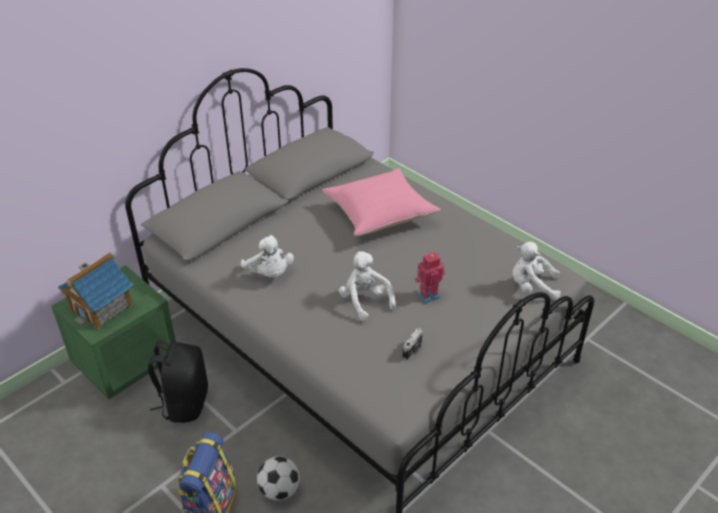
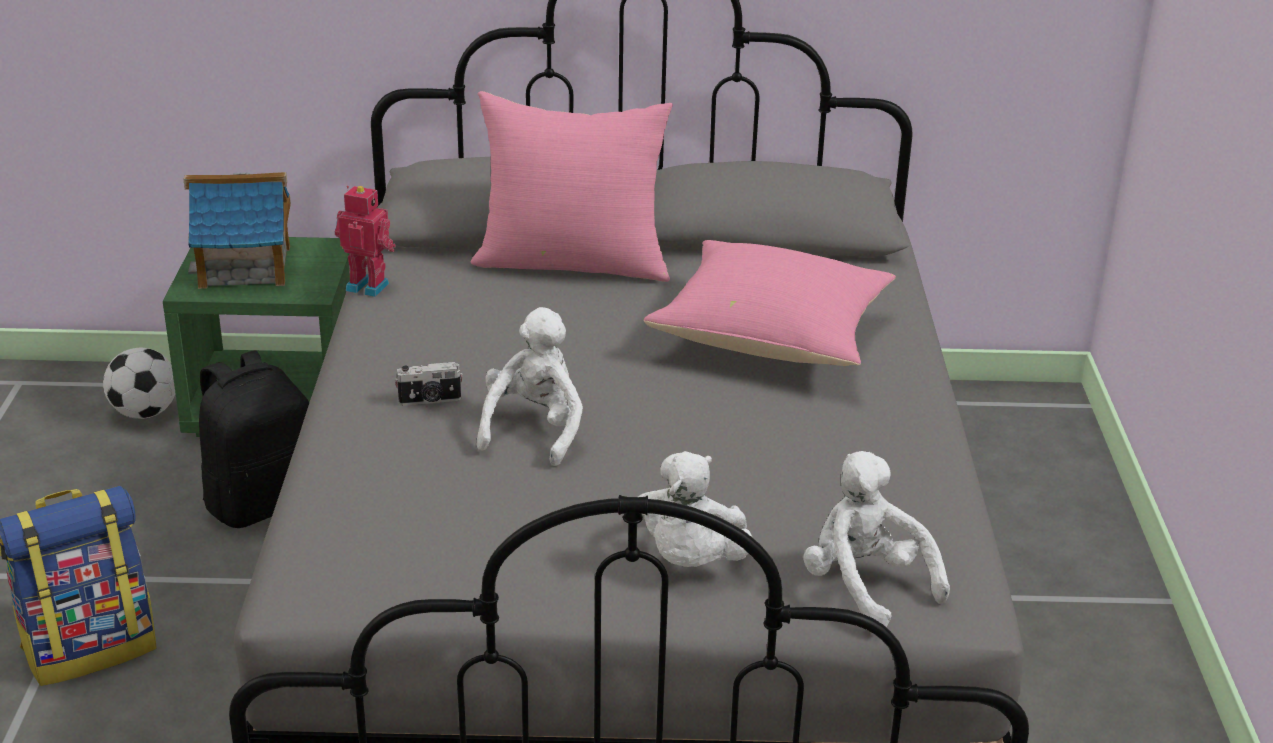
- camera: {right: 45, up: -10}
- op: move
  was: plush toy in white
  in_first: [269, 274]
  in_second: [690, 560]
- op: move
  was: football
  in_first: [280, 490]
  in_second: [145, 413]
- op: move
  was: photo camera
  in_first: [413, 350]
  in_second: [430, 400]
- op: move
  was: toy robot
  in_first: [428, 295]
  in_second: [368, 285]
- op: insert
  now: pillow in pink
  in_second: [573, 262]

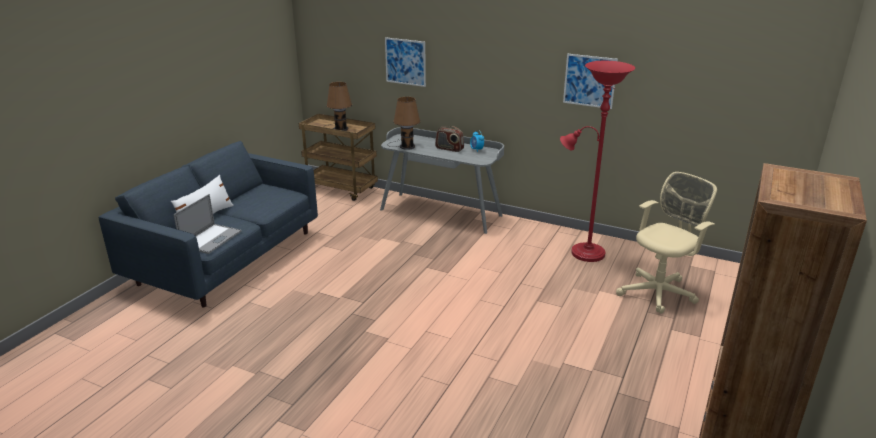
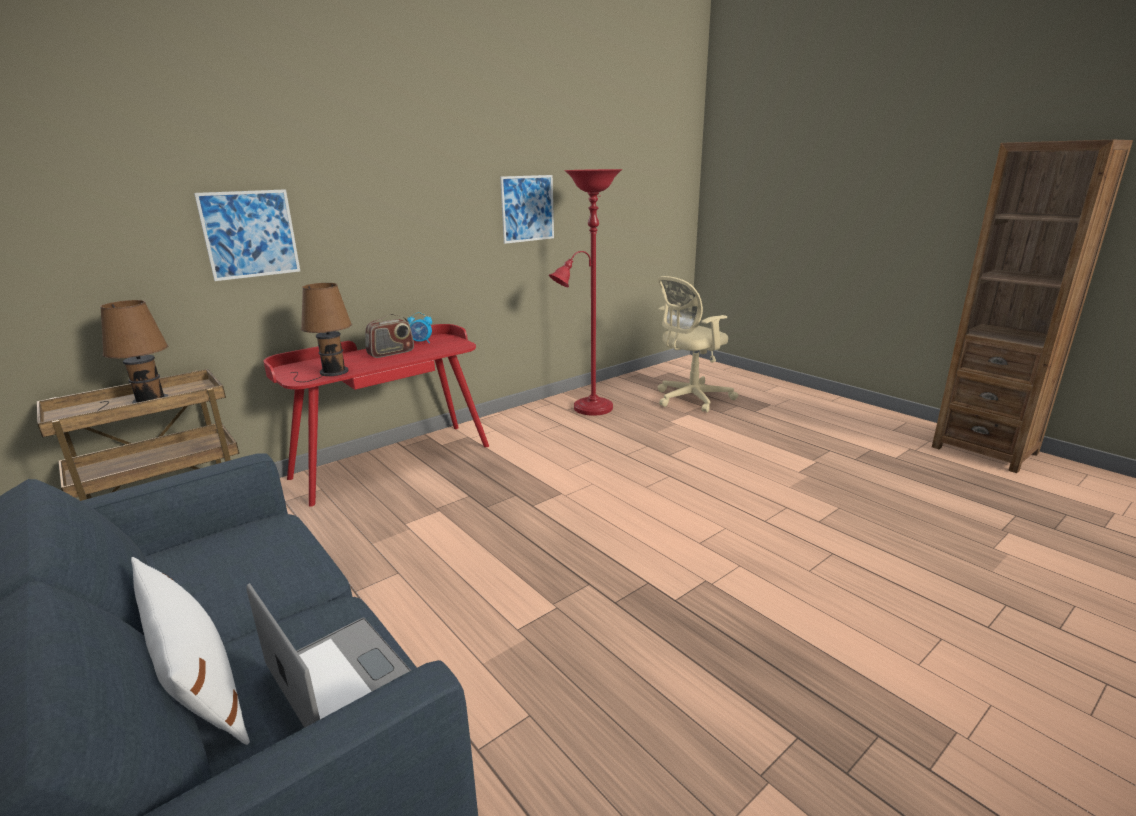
- camera: {right: -65, up: -5}
- op: recolor
  was: desk in grey
  now: desk in red
  in_first: [441, 212]
  in_second: [392, 461]
- op: rotate
  was: office chair in beige
  in_first: [659, 292]
  in_second: [690, 399]
  clockwise: -105

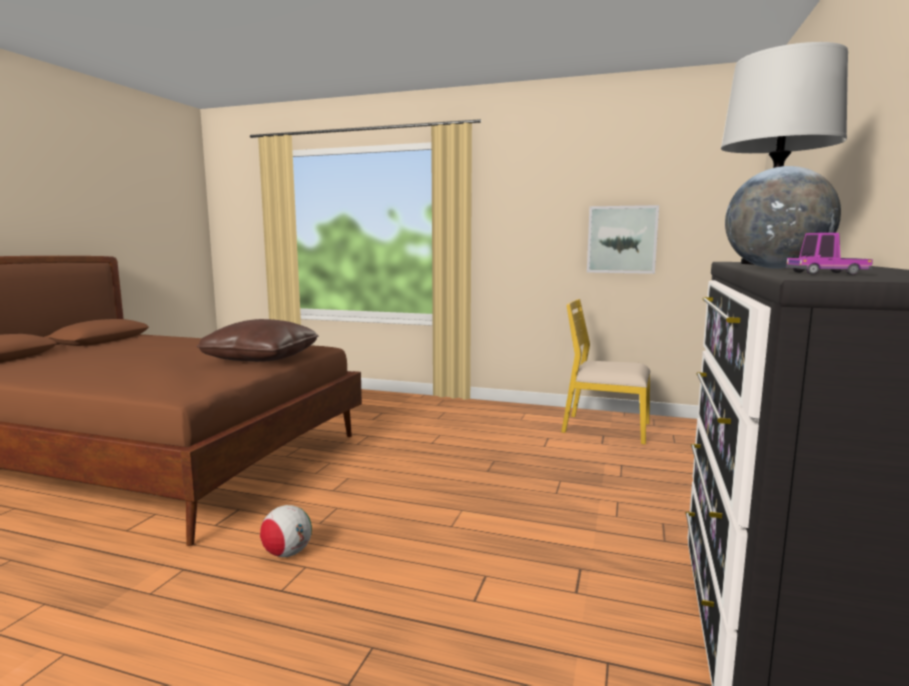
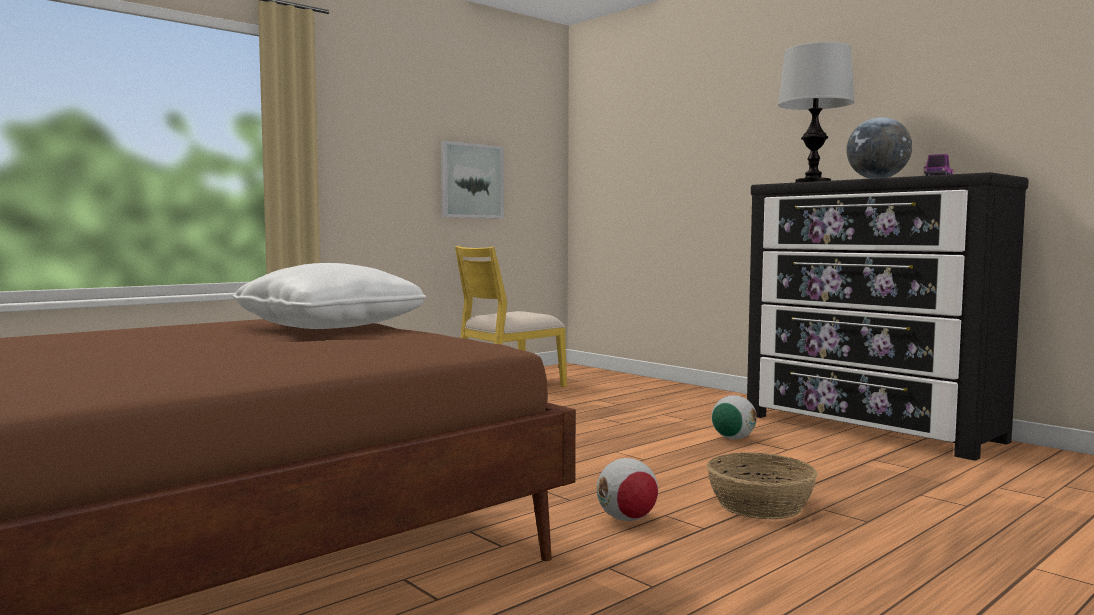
- camera: {right: -60, up: -5}
- op: recolor
  was: pillow in brown
  now: pillow in white
  in_first: [261, 359]
  in_second: [330, 327]
- op: insert
  now: basket
  in_second: [760, 505]
- op: insert
  now: football
  in_second: [733, 438]

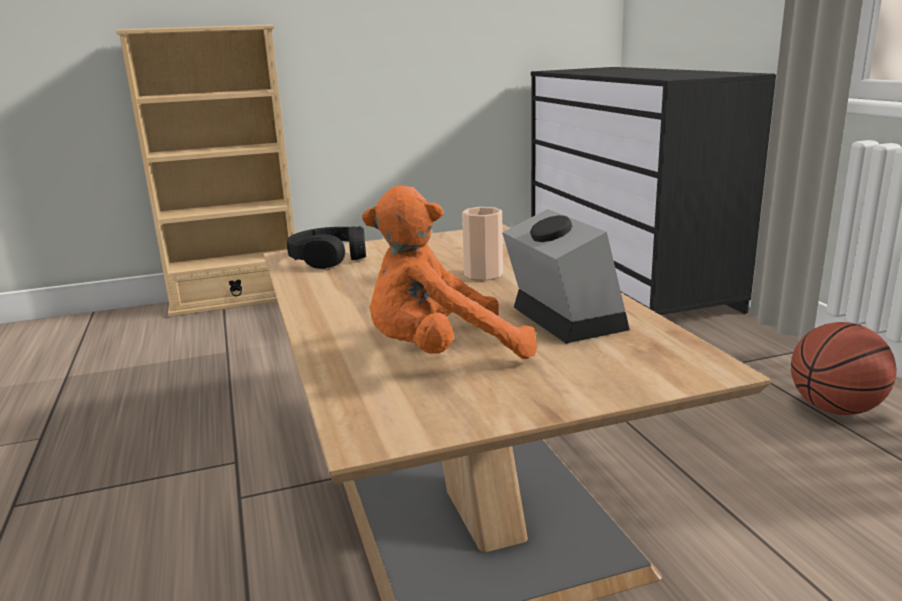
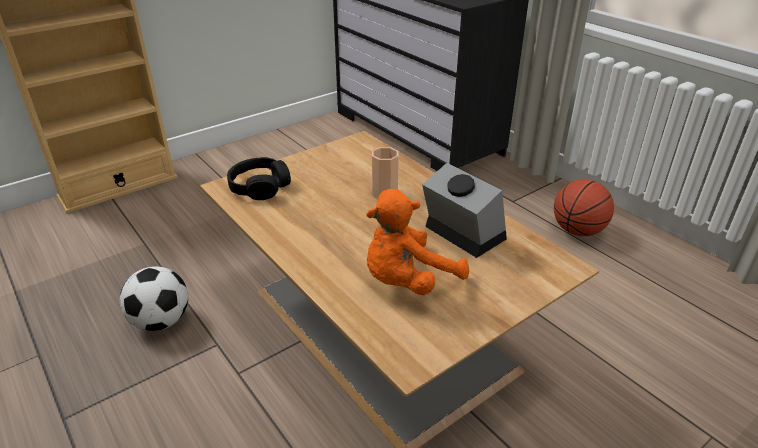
- camera: {right: -20, up: 15}
- op: insert
  now: football
  in_second: [161, 321]

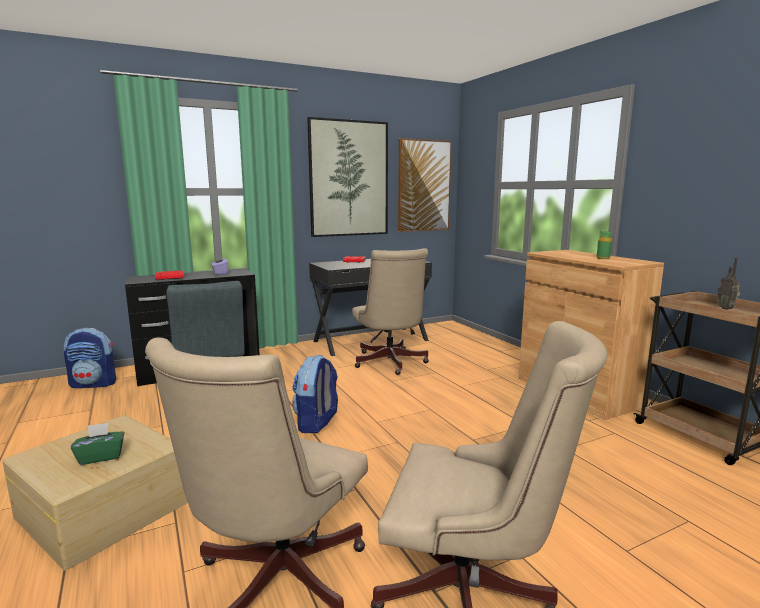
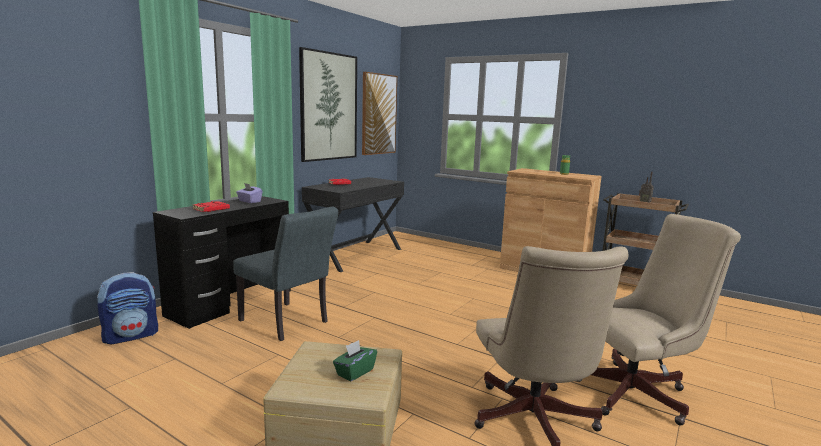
- camera: {right: -30, up: 0}
- op: delete
  was: backpack
  in_first: [316, 423]
- op: delete
  was: office chair in beige
  in_first: [390, 363]

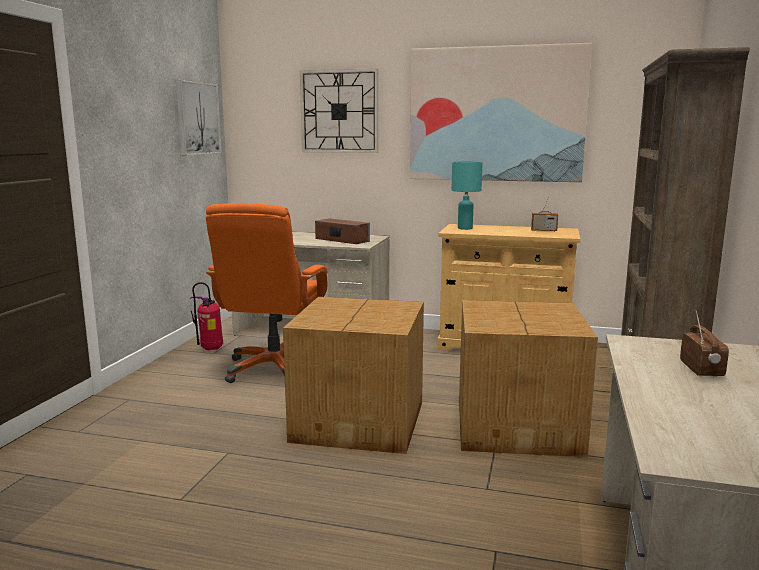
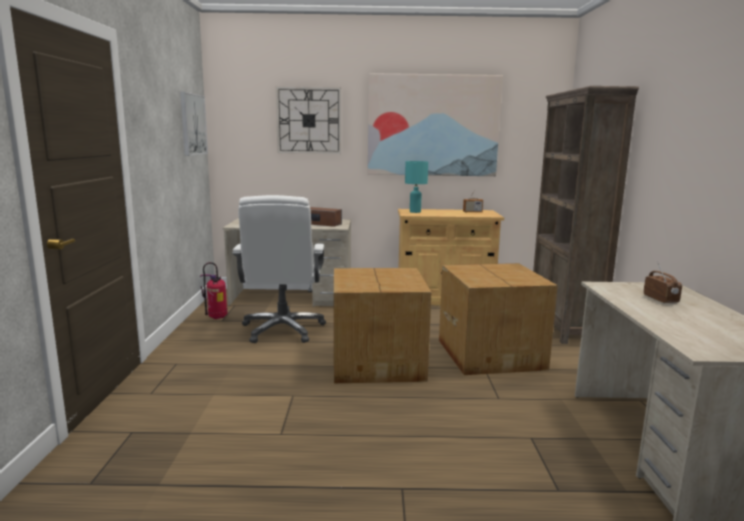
- camera: {right: -15, up: 0}
- op: recolor
  was: office chair in orange
  now: office chair in white
  in_first: [274, 369]
  in_second: [283, 329]

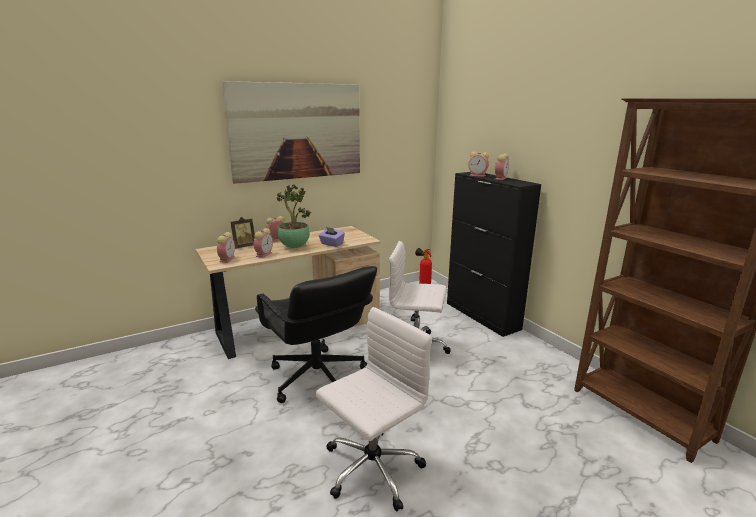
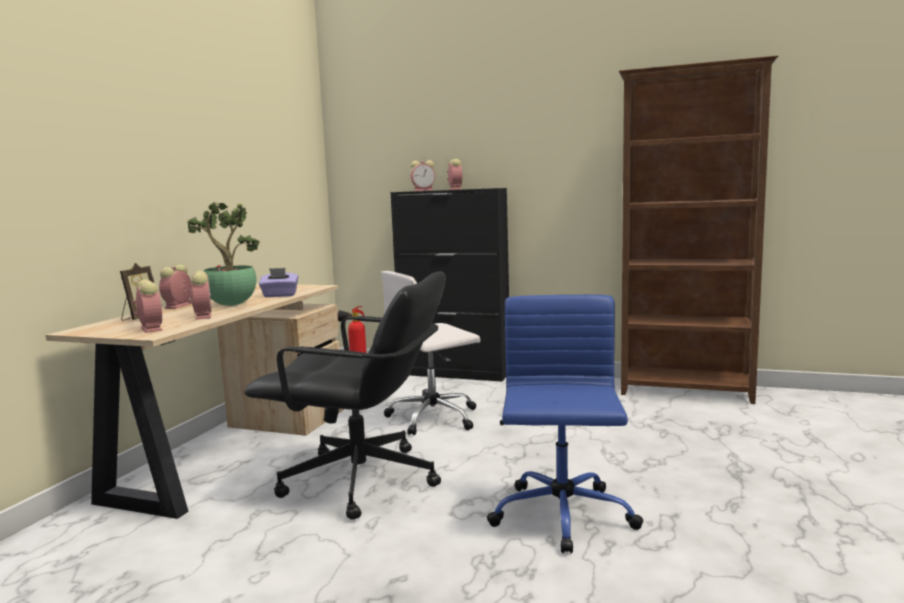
- camera: {right: -40, up: -10}
- op: delete
  was: picture
  in_first: [297, 131]
- op: recolor
  was: office chair in white
  now: office chair in blue
  in_first: [371, 469]
  in_second: [562, 517]

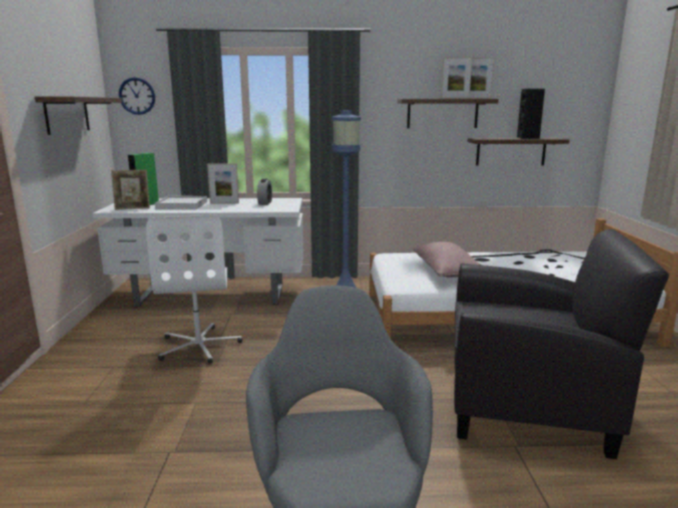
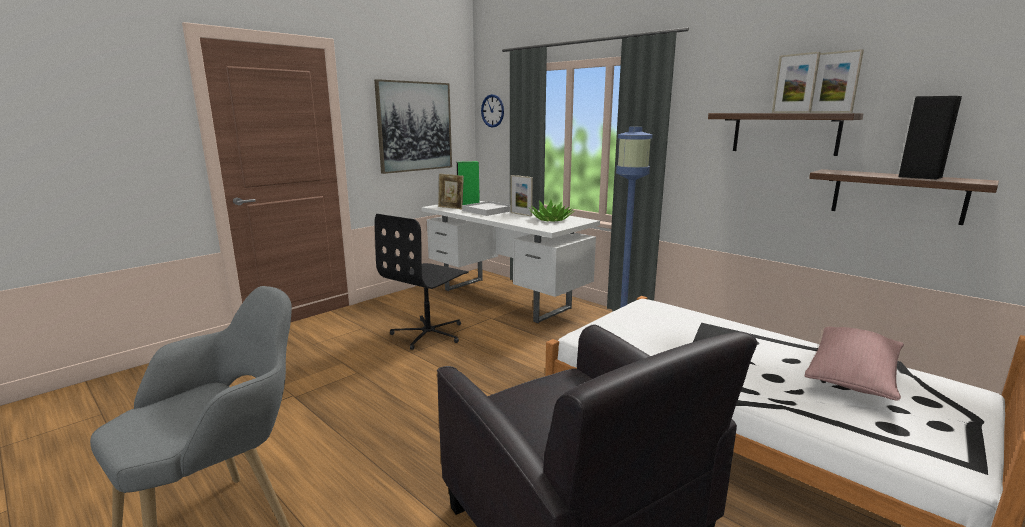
- camera: {right: 45, up: 0}
- op: replace
  was: shelf
  now: picture
  in_first: [67, 114]
  in_second: [415, 126]
- op: recolor
  was: office chair in white
  now: office chair in black
  in_first: [199, 345]
  in_second: [429, 334]
- op: replace
  was: alarm clock
  now: potted plant
  in_first: [265, 203]
  in_second: [551, 220]
- op: move
  was: pillow in pink
  in_first: [447, 272]
  in_second: [852, 377]

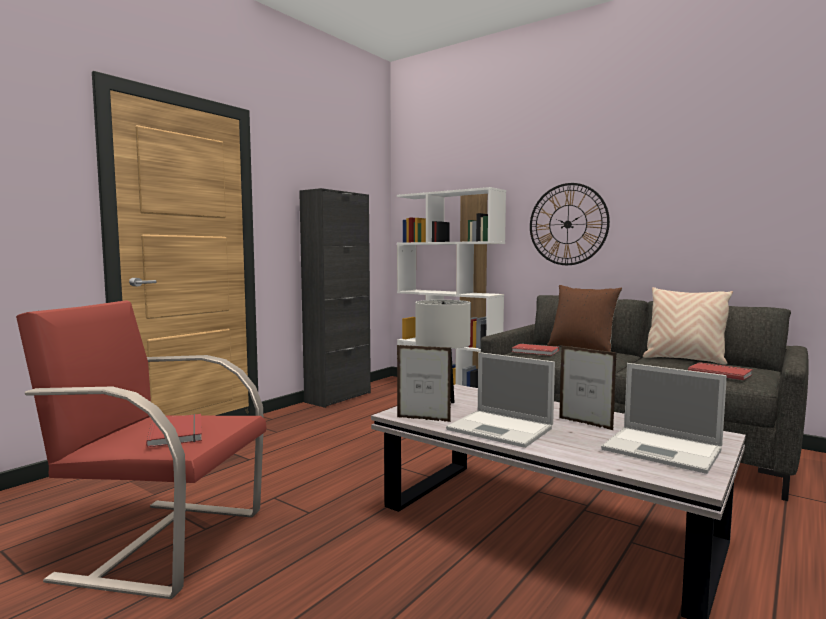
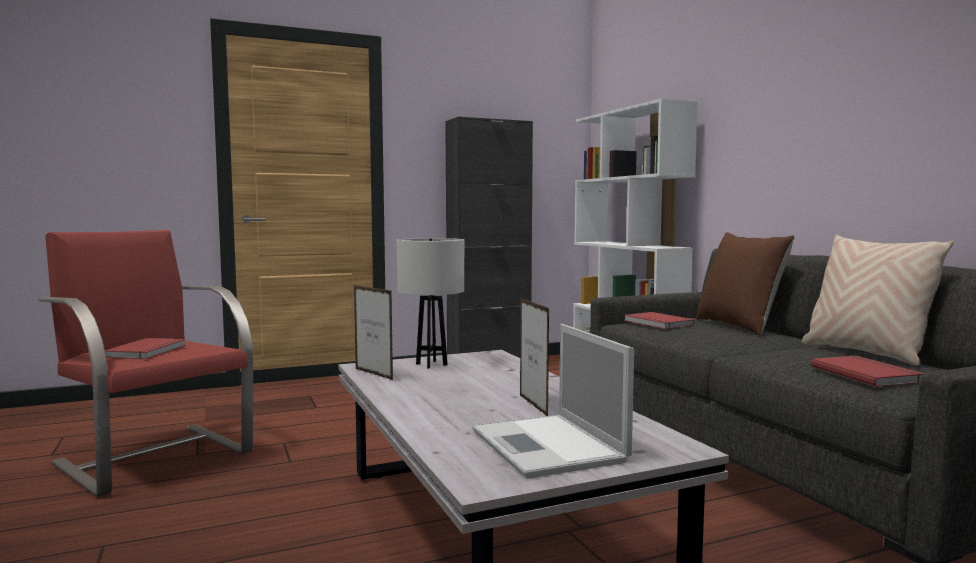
- camera: {right: 30, up: 0}
- op: delete
  was: laptop
  in_first: [502, 429]
- op: delete
  was: wall clock
  in_first: [568, 224]

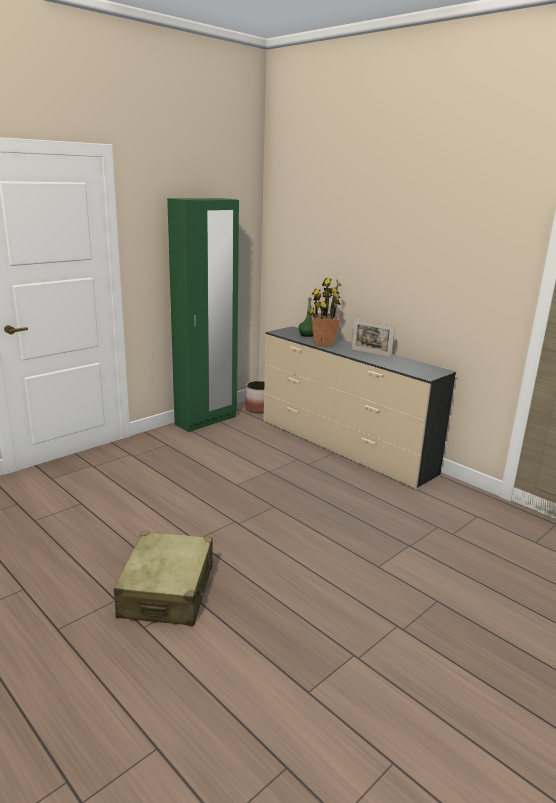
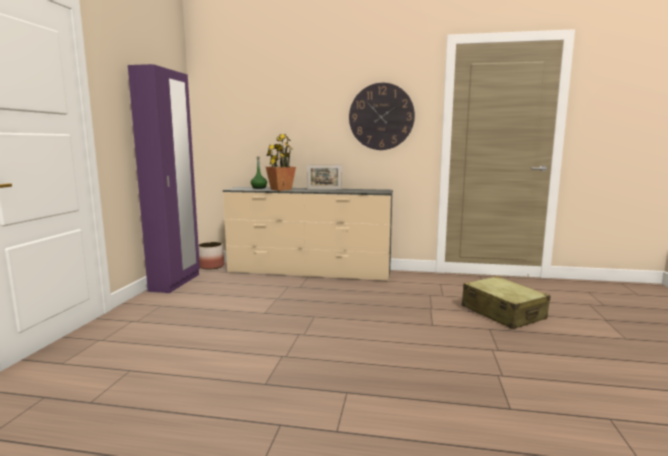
- camera: {right: -35, up: -10}
- op: move
  was: suitcase in beige
  in_first: [167, 591]
  in_second: [503, 313]
- op: recolor
  was: wardrobe in green
  now: wardrobe in purple
  in_first: [206, 421]
  in_second: [175, 282]
- op: insert
  now: wall clock
  in_second: [381, 116]

